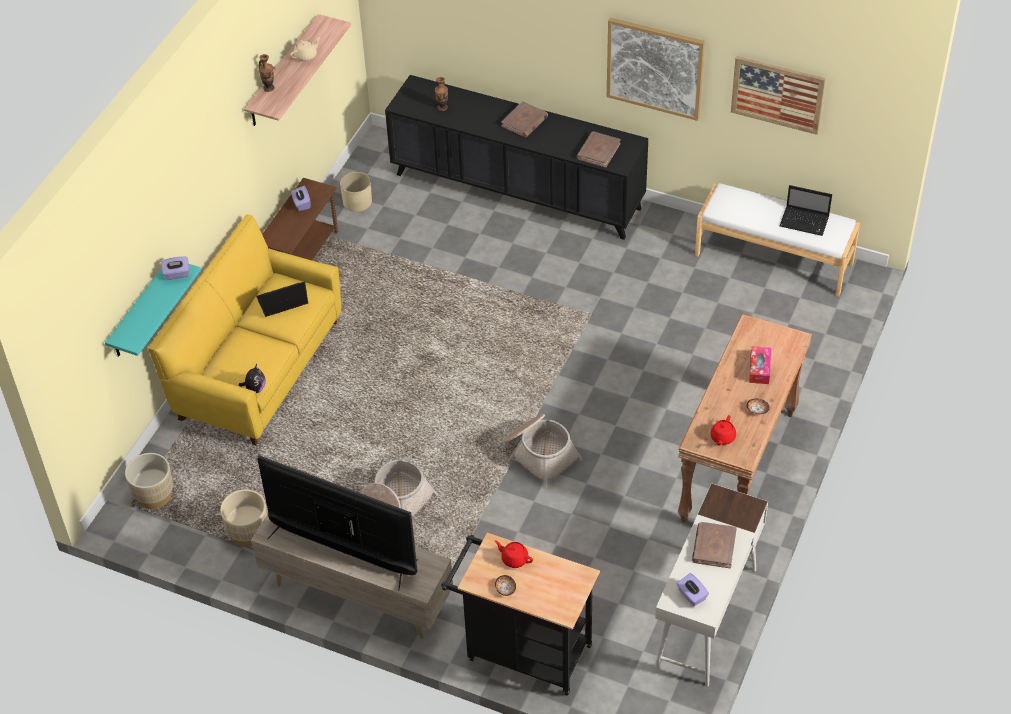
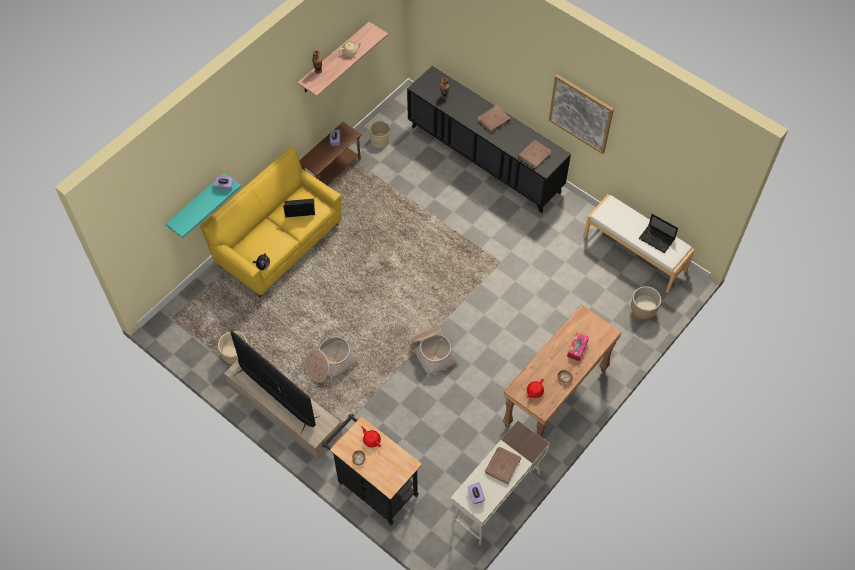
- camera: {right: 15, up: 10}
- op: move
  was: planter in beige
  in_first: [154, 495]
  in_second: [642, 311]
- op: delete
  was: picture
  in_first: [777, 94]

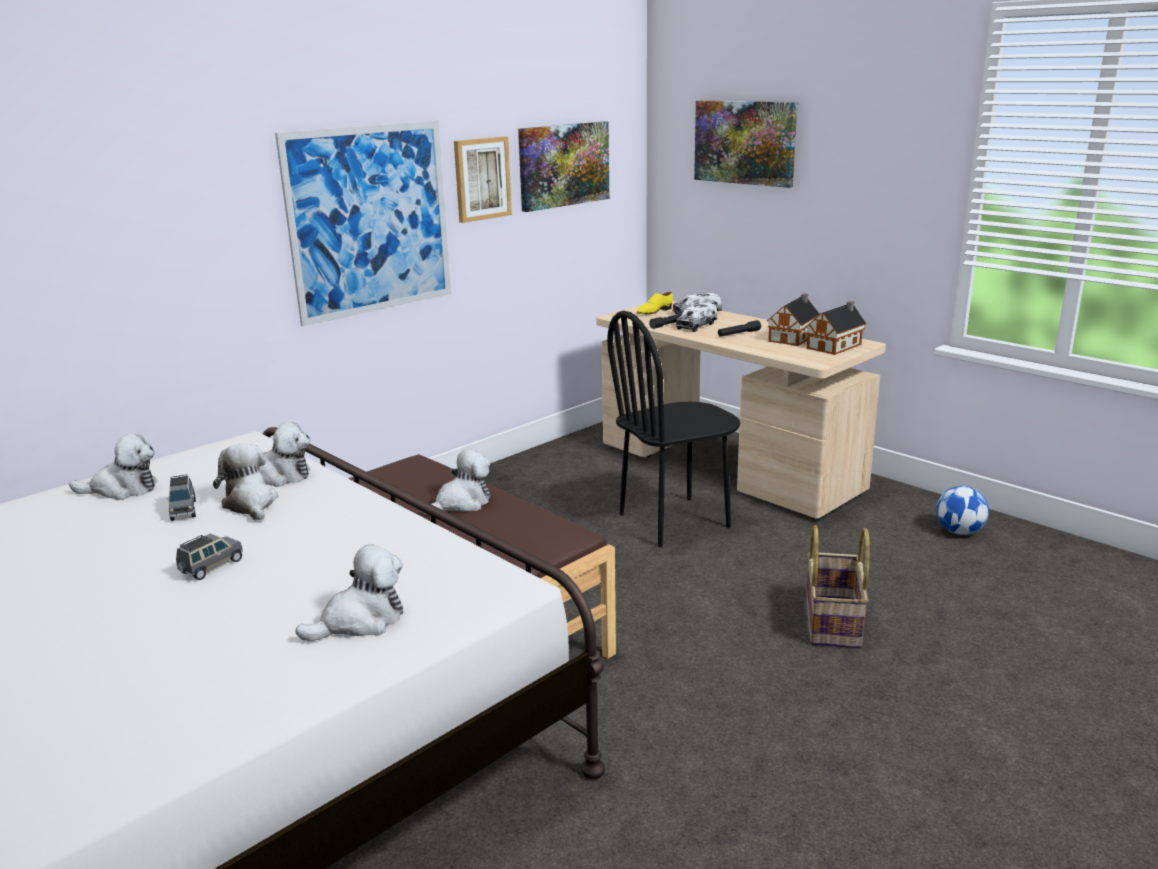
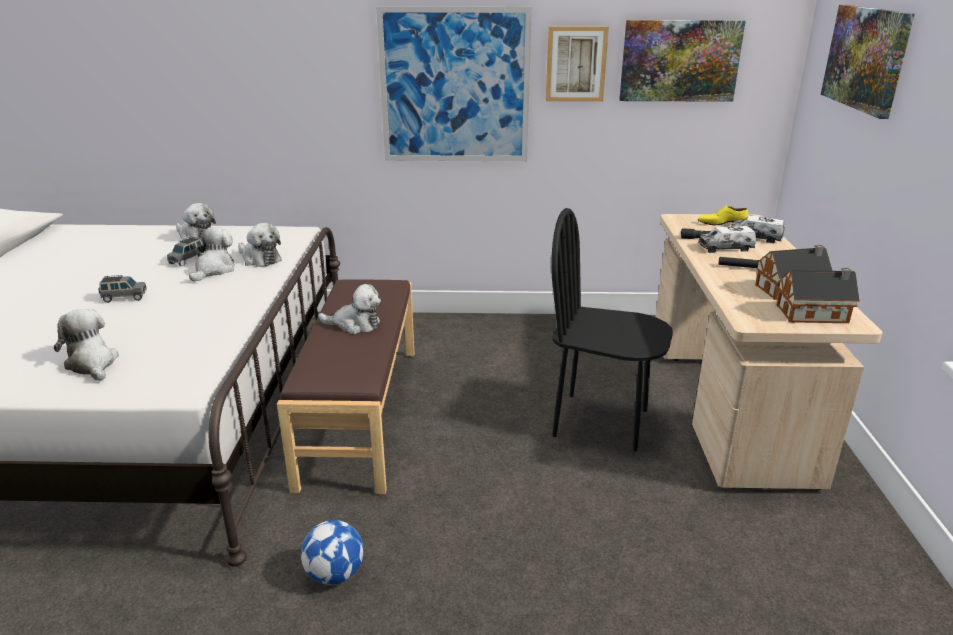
- camera: {right: 45, up: 5}
- op: rotate
  was: plush toy
  in_first: [360, 621]
  in_second: [92, 364]
  clockwise: -135
- op: delete
  was: basket
  in_first: [834, 622]
- op: move
  was: football
  in_first: [959, 532]
  in_second: [335, 574]

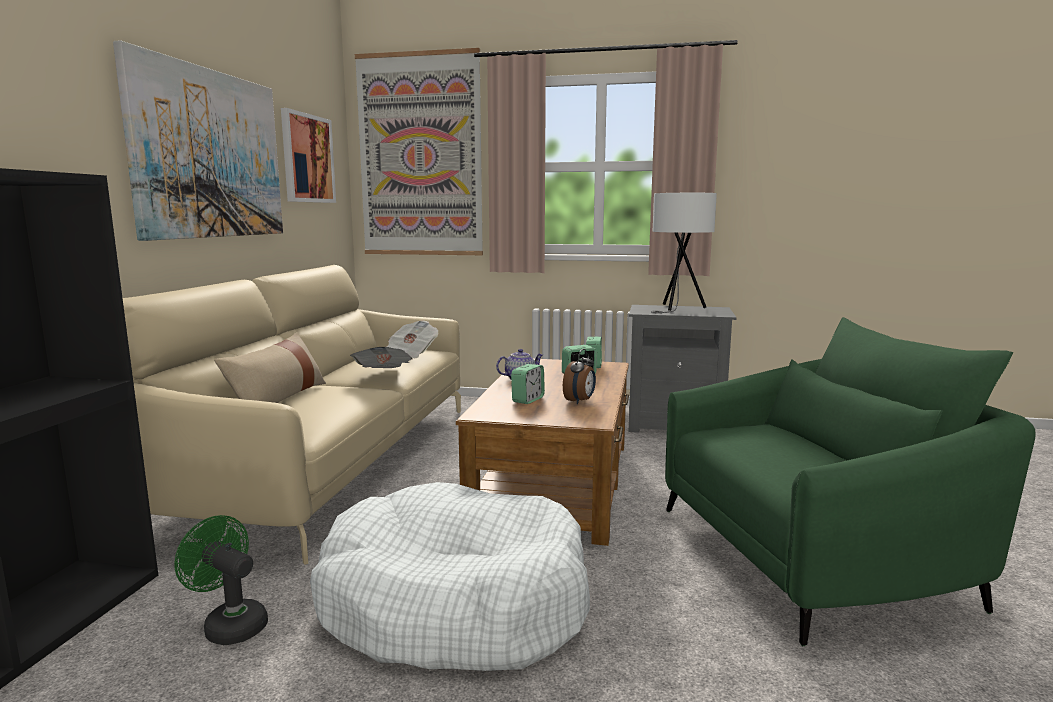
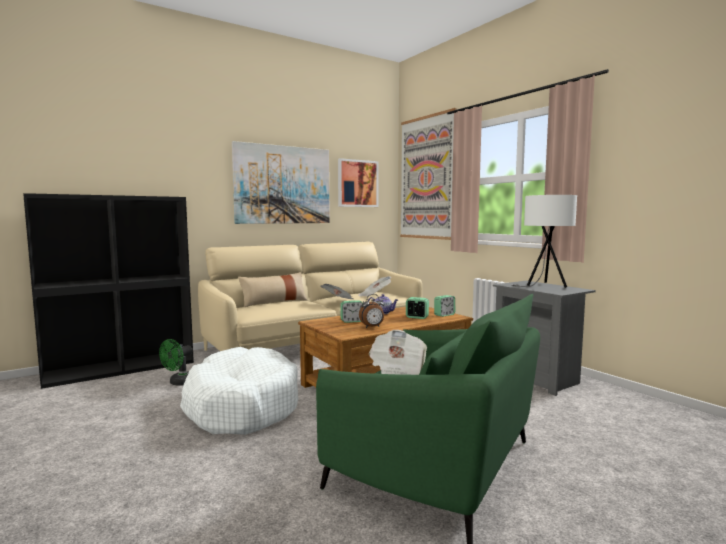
- camera: {right: 45, up: -5}
- op: rotate
  was: fan in green
  in_first: [230, 624]
  in_second: [179, 383]
  clockwise: -135
- op: insert
  now: newspaper
  in_second: [397, 371]

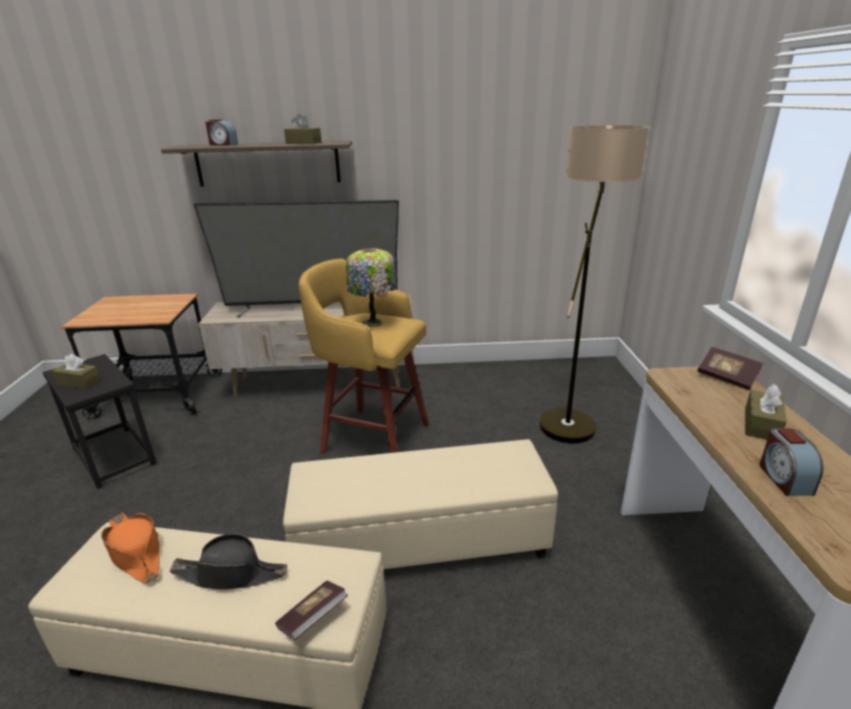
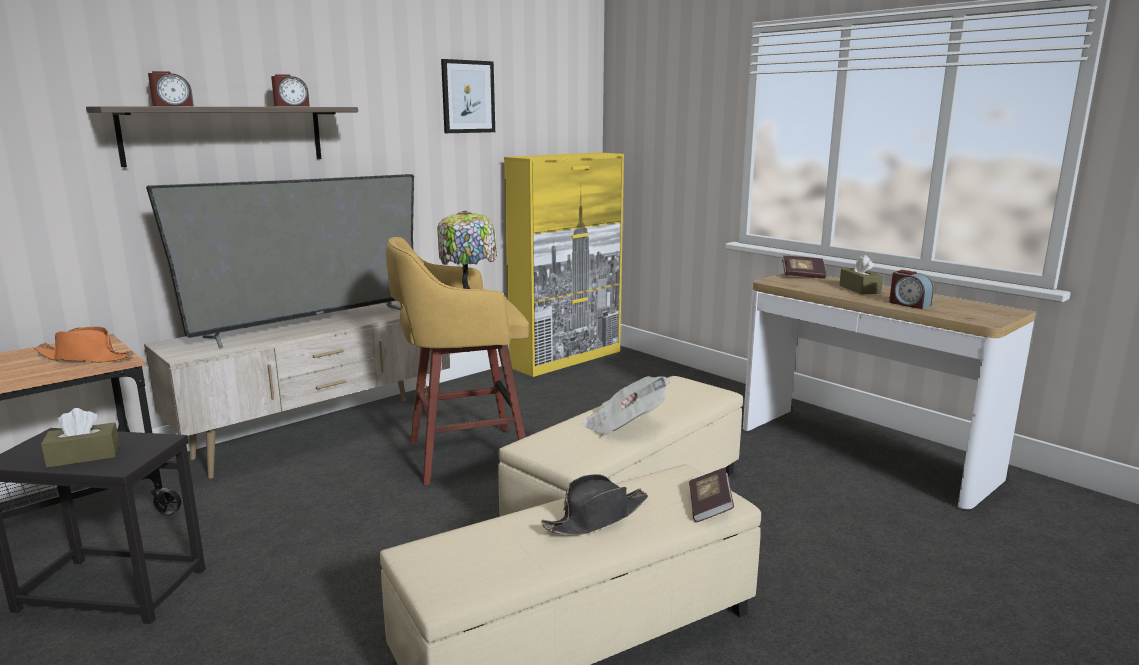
- camera: {right: -40, up: -10}
- op: move
  was: hat in orange
  in_first: [136, 552]
  in_second: [86, 358]
- op: replace
  was: tissue box in brown
  now: alarm clock
  in_first: [303, 143]
  in_second: [292, 106]
- op: delete
  was: floor lamp
  in_first: [571, 415]
- op: insert
  now: picture
  in_second: [468, 97]
- op: insert
  now: cabinet in yellow
  in_second: [567, 359]
- op: insert
  now: newspaper
  in_second: [624, 426]

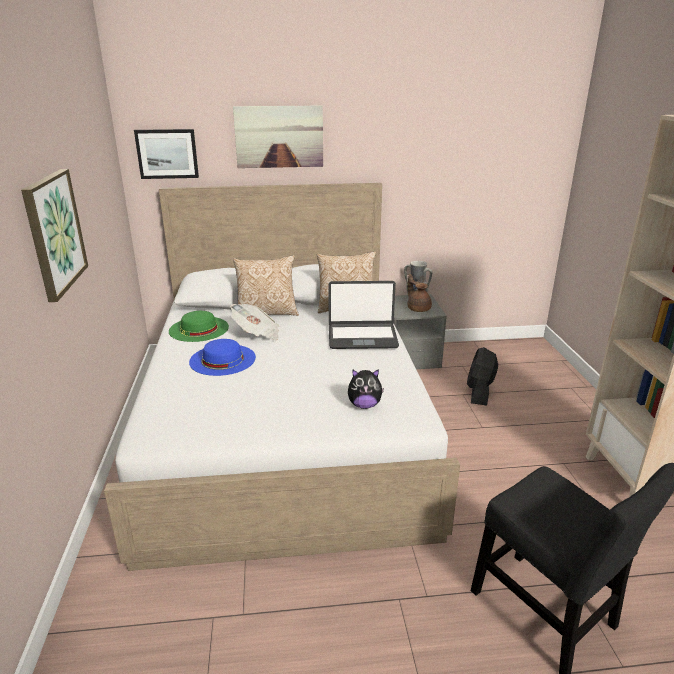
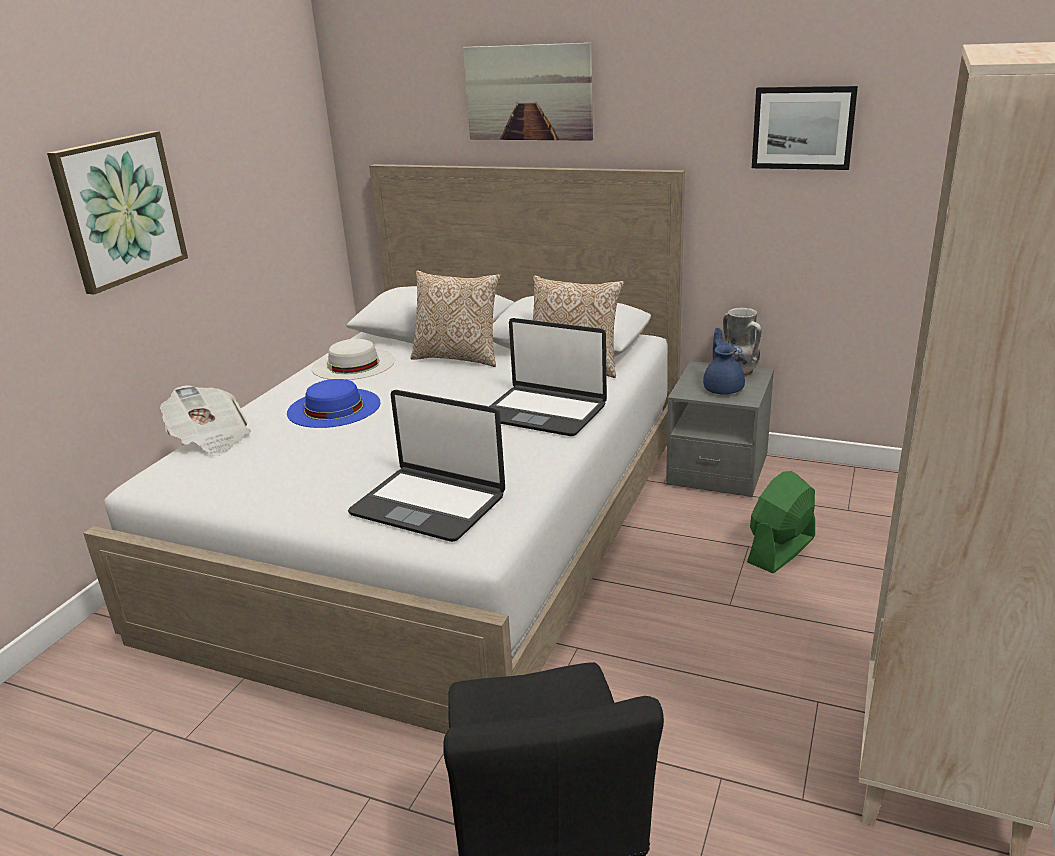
- camera: {right: 30, up: 0}
- op: move
  was: picture
  in_first: [167, 154]
  in_second: [803, 128]
- op: recolor
  was: hat in green
  now: hat in white
  in_first: [199, 329]
  in_second: [353, 364]
- op: move
  was: newspaper
  in_first: [257, 334]
  in_second: [210, 439]
- op: replace
  was: plush toy
  now: laptop
  in_first: [364, 405]
  in_second: [429, 504]
- op: recolor
  was: teapot in brown
  now: teapot in blue
  in_first: [418, 308]
  in_second: [723, 388]
- op: recolor
  was: fan in black
  now: fan in green
  in_first: [479, 392]
  in_second: [781, 550]

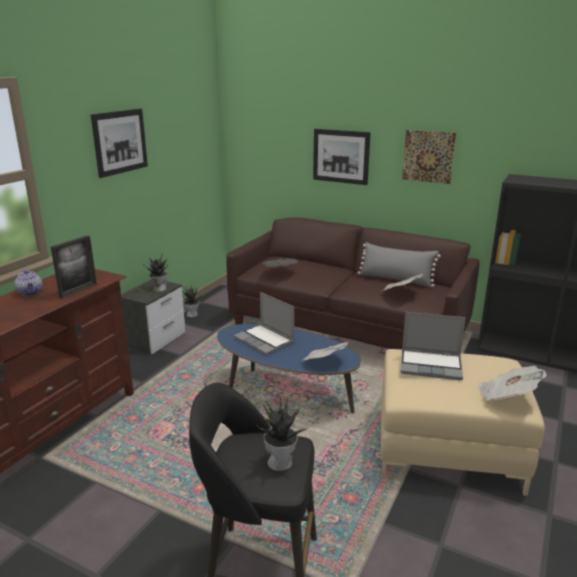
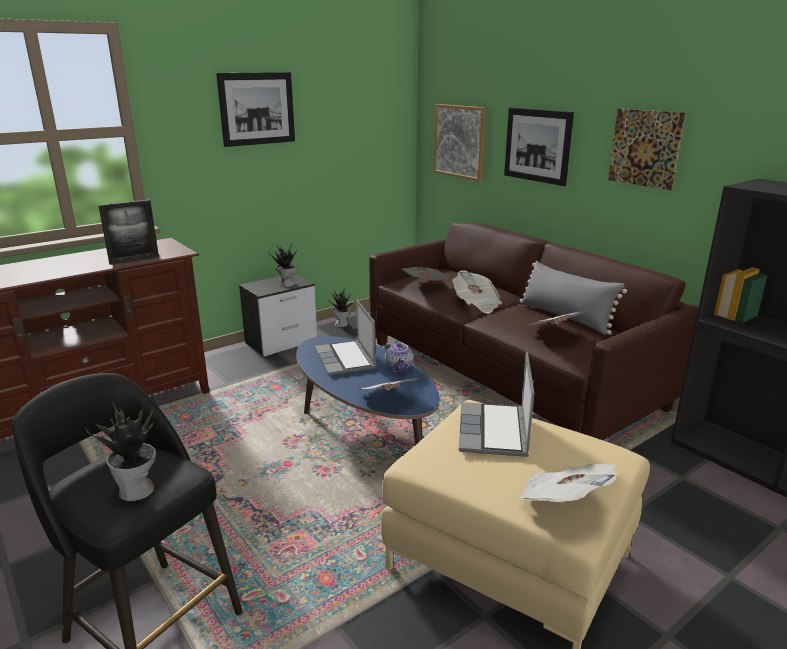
- camera: {right: 25, up: 0}
- op: move
  was: teapot
  in_first: [31, 293]
  in_second: [399, 367]
- op: rotate
  was: laptop
  in_first: [431, 365]
  in_second: [494, 432]
  clockwise: 60
- op: insert
  now: picture
  in_second: [460, 141]
- op: insert
  now: newspaper
  in_second: [476, 304]

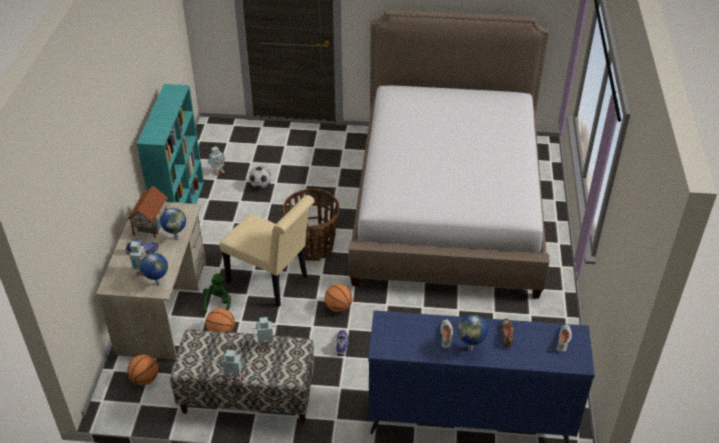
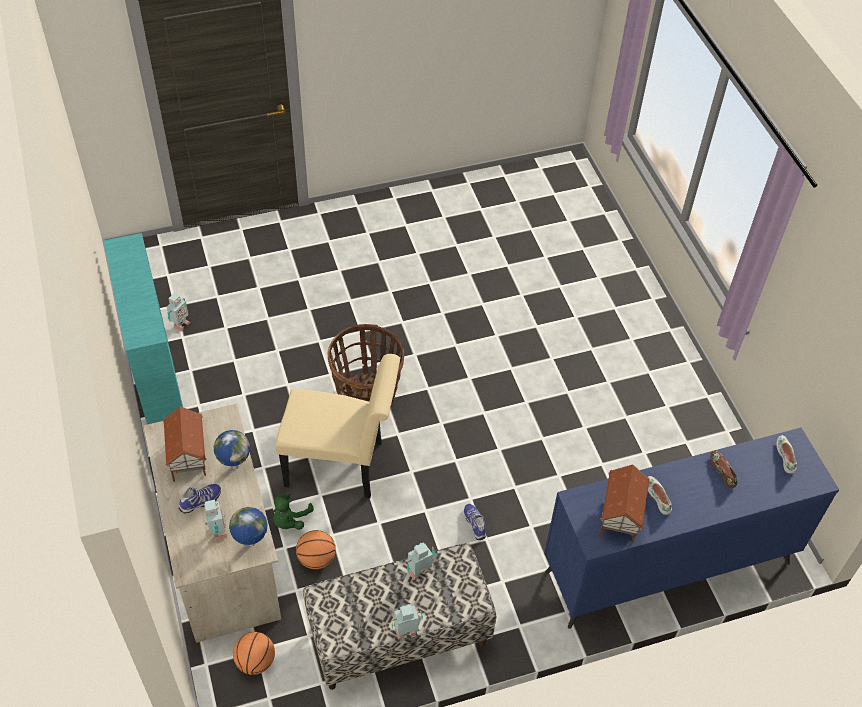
- camera: {right: -25, up: 10}
- op: rotate
  was: plush toy in green
  in_first: [218, 303]
  in_second: [289, 519]
  clockwise: -135
- op: delete
  was: football
  in_first: [260, 185]
- op: delete
  was: basketball
  in_first: [338, 307]
- op: delete
  was: bed
  in_first: [448, 205]
- op: delete
  was: globe
  in_first: [470, 348]
- op: insert
  now: toy house
  in_second: [619, 517]

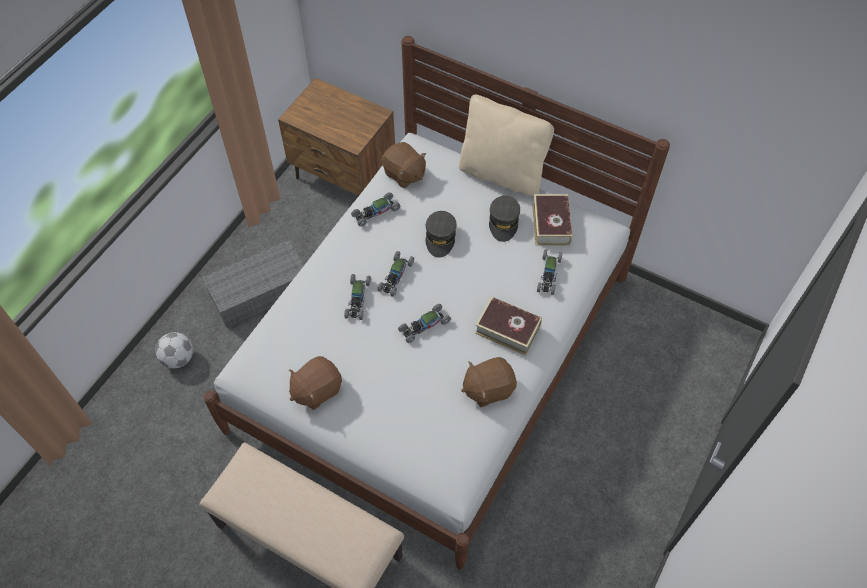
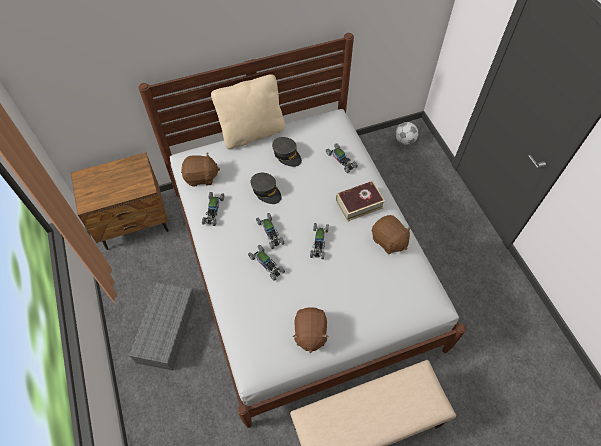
- camera: {right: -50, up: 0}
- op: move
  was: football
  in_first: [178, 359]
  in_second: [405, 141]
- op: rotate
  was: plush toy in brown
  in_first: [488, 388]
  in_second: [388, 241]
  clockwise: -60
- op: delete
  was: book
  in_first: [551, 224]

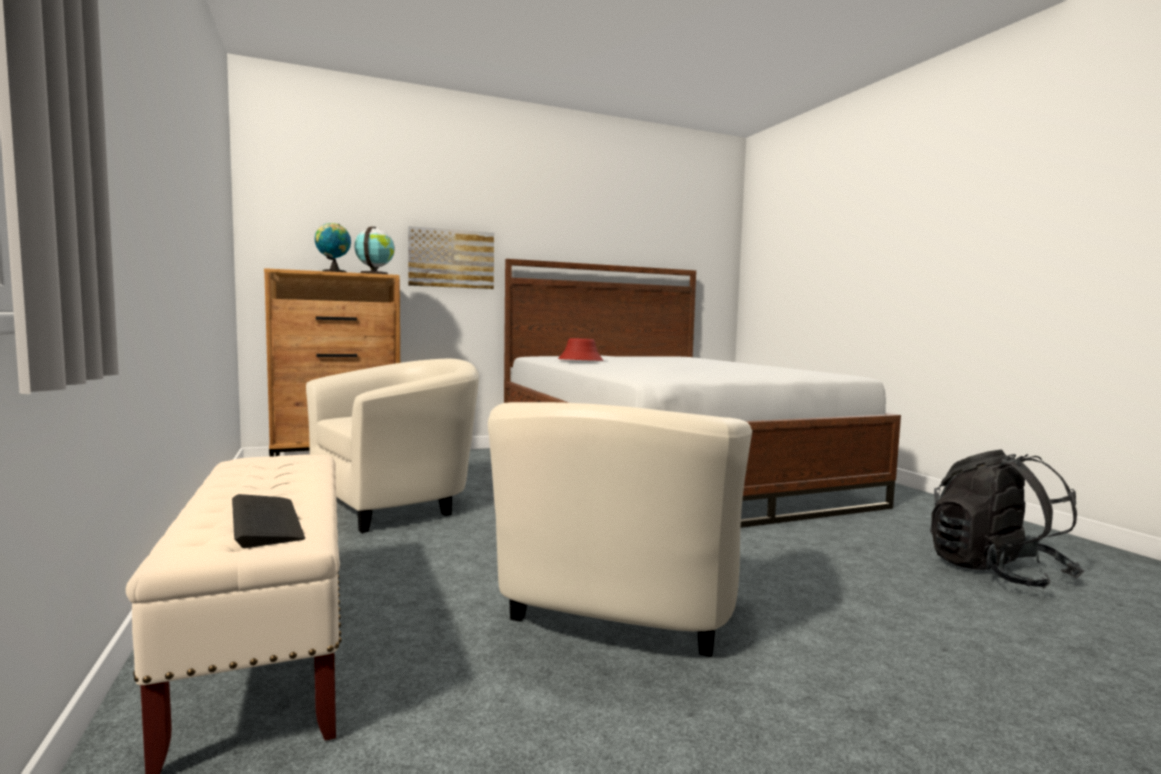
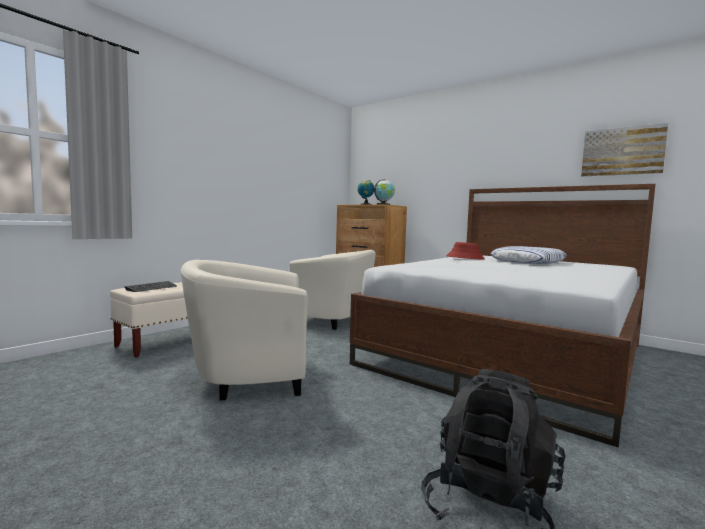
- camera: {right: 60, up: 0}
- op: move
  was: picture
  in_first: [451, 258]
  in_second: [622, 151]
- op: insert
  now: pillow
  in_second: [528, 262]

